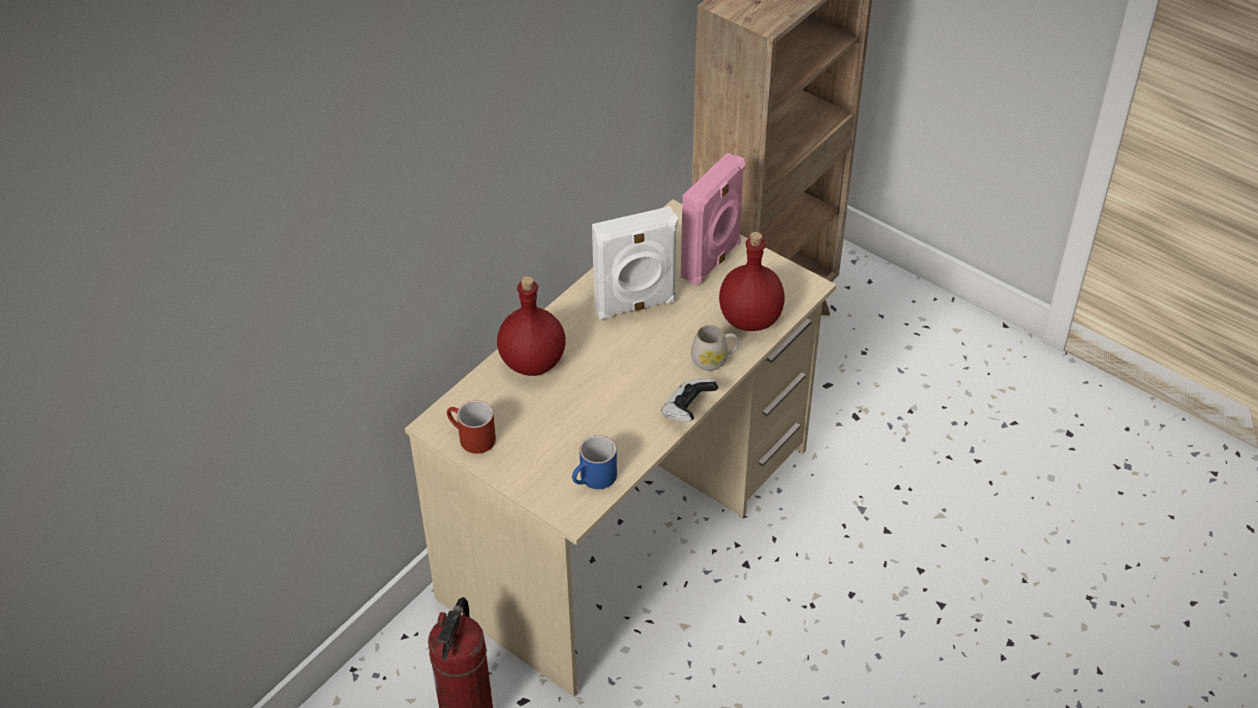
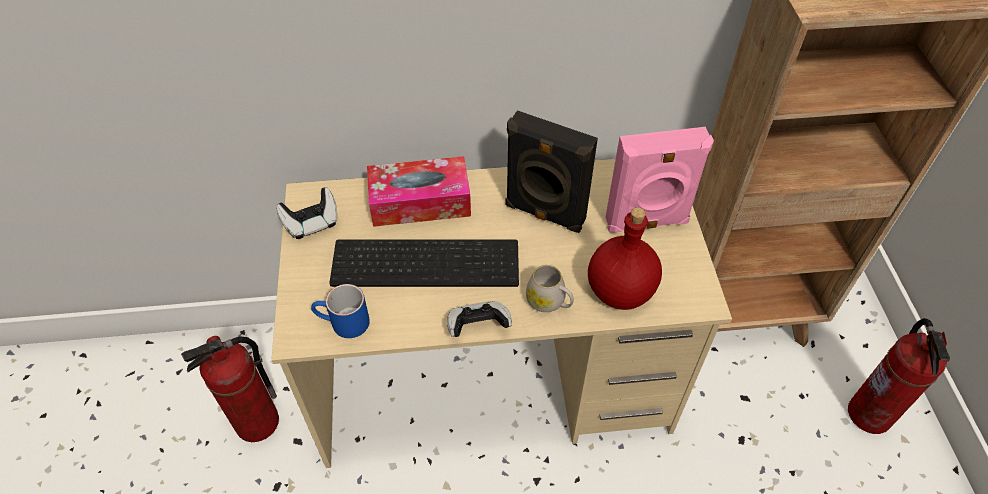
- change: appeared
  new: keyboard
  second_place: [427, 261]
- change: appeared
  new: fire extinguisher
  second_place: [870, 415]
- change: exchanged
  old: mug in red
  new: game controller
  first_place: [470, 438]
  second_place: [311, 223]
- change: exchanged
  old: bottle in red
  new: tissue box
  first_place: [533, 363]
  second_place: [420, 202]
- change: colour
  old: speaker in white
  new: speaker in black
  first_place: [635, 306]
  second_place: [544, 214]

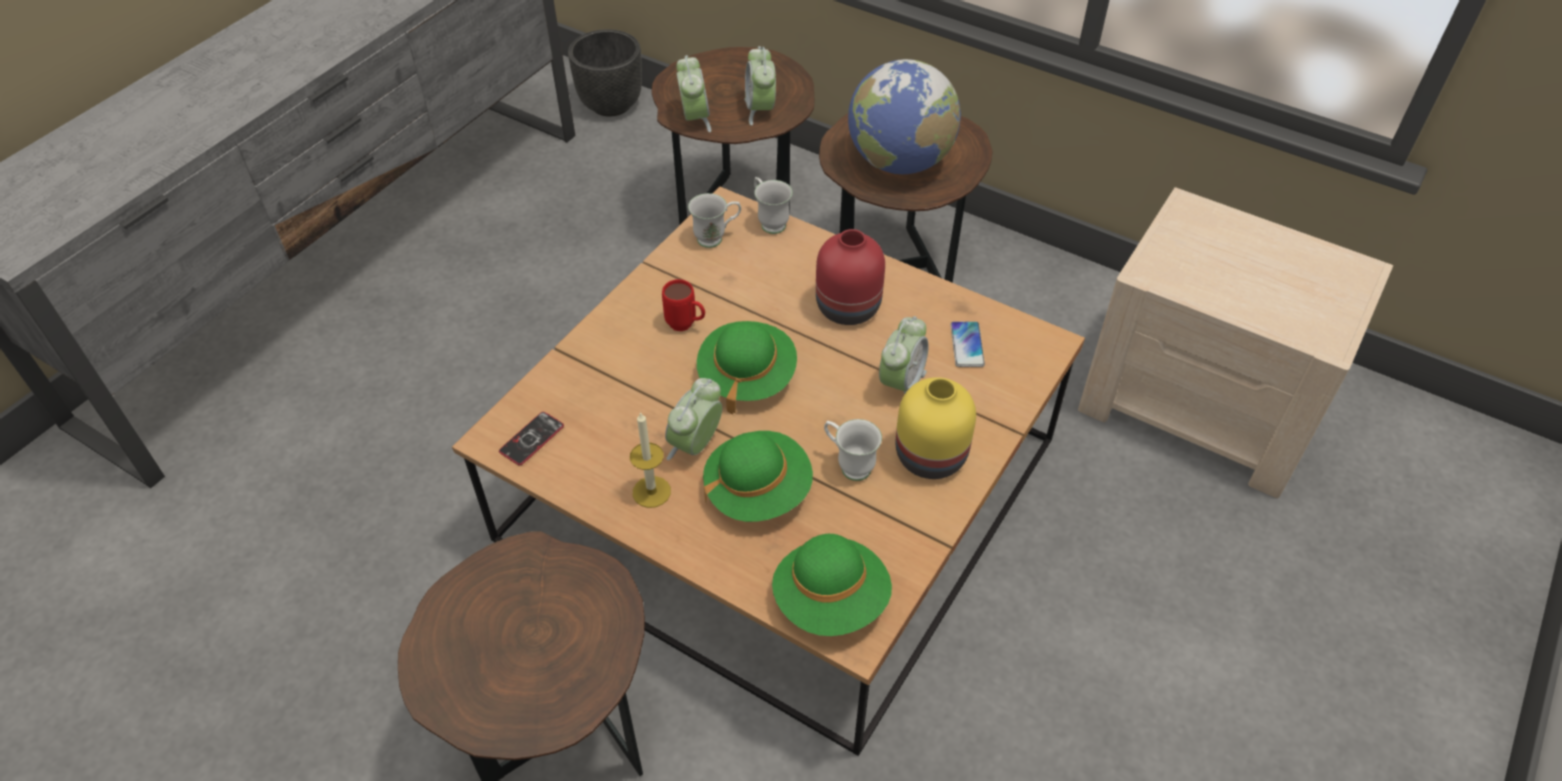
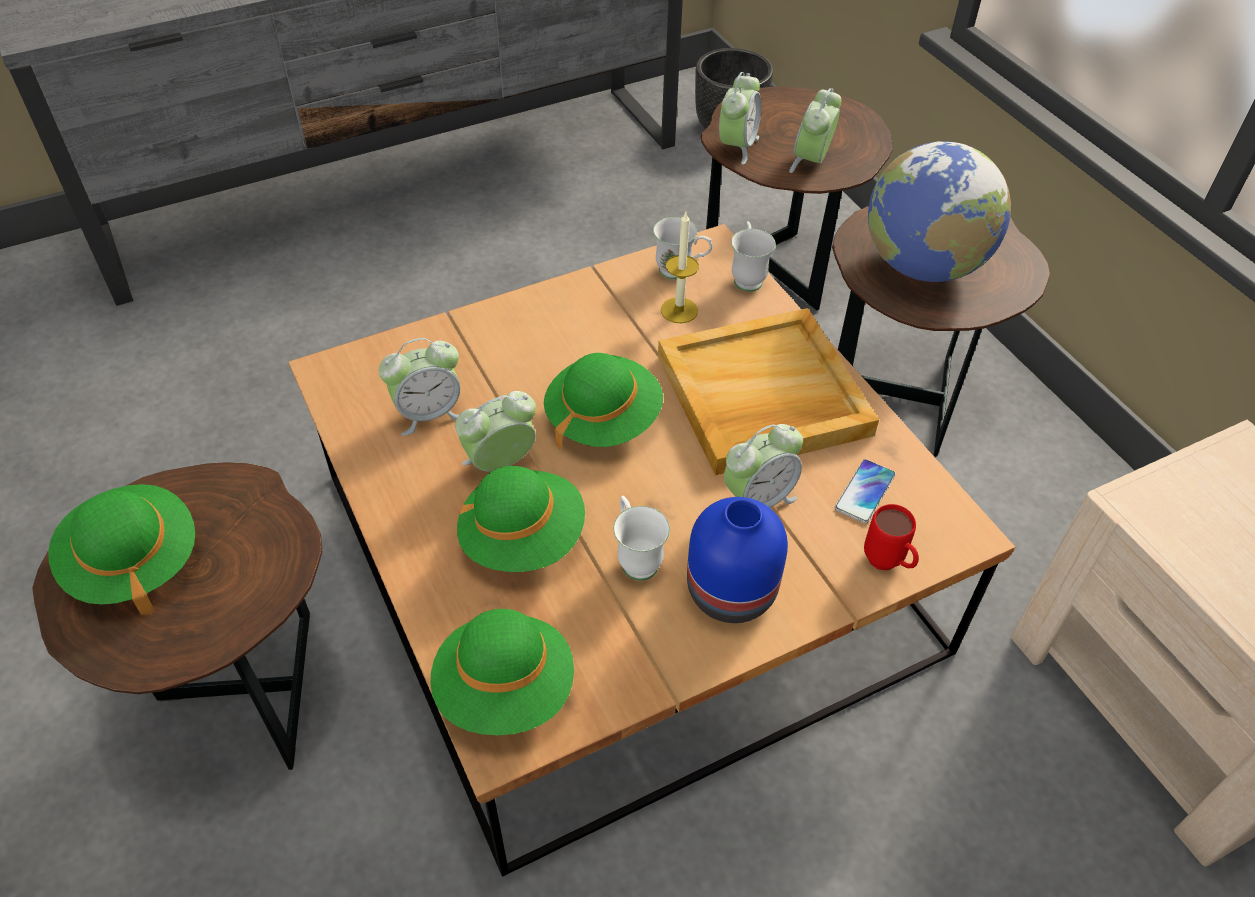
- change: missing
  old: phone
  first_place: [532, 439]
- change: appeared
  new: hat in green
  second_place: [133, 562]
- change: appeared
  new: alarm clock
  second_place: [428, 413]
- change: relocated
  old: candle
  first_place: [651, 492]
  second_place: [679, 310]
- change: relocated
  old: mug in red
  first_place: [686, 326]
  second_place: [888, 564]
- change: exchanged
  old: vase in red
  new: tray in beige
  first_place: [848, 308]
  second_place: [762, 396]
- change: colour
  old: vase in yellow
  new: vase in blue
  first_place: [932, 456]
  second_place: [733, 593]

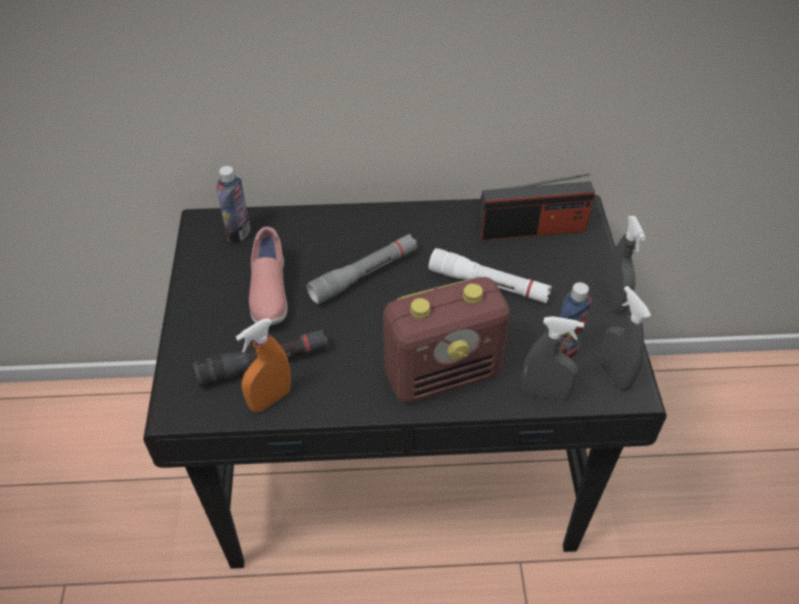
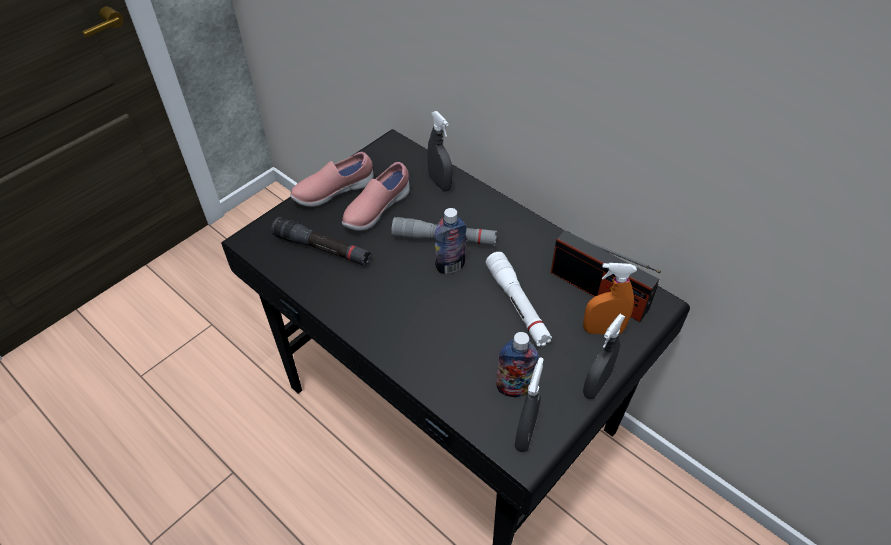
- change: missing
  old: radio
  first_place: [443, 373]
- change: appeared
  new: shoe in pink
  second_place: [333, 192]
- change: relocated
  old: bottle
  first_place: [239, 233]
  second_place: [450, 266]
- change: relocated
  old: spray bottle in orange
  first_place: [270, 399]
  second_place: [602, 330]
- change: relocated
  old: spray bottle in grey
  first_place: [544, 393]
  second_place: [440, 183]

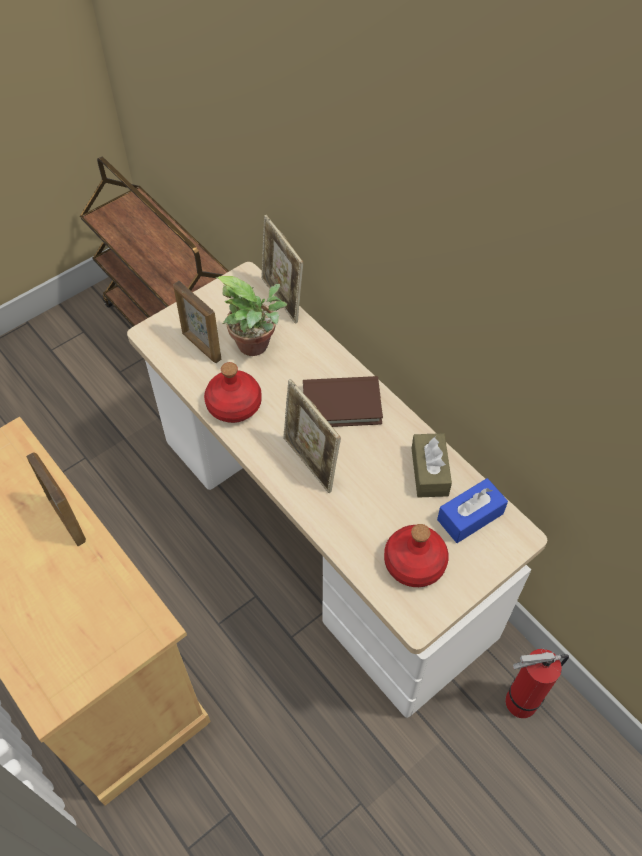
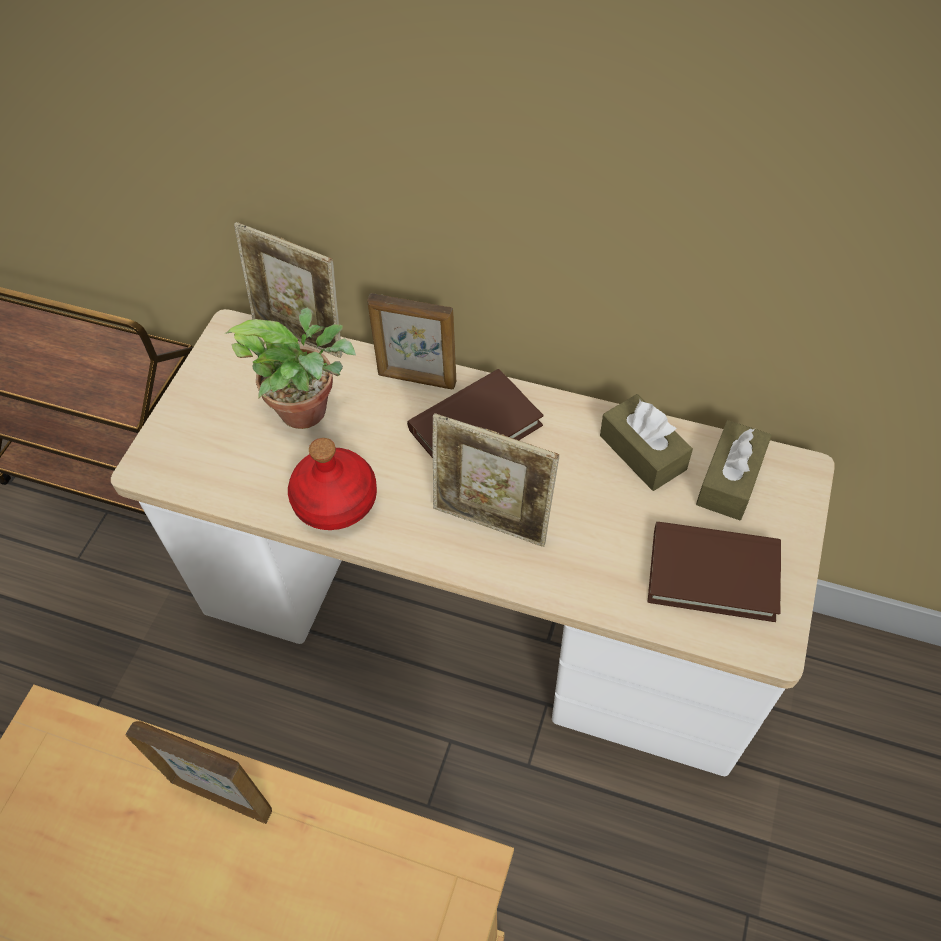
- change: missing
  old: fire extinguisher
  first_place: [517, 703]
- change: relocated
  old: picture frame
  first_place: [201, 346]
  second_place: [417, 379]
- change: exchanged
  old: bottle in red
  new: book in brown
  first_place: [414, 563]
  second_place: [713, 574]
- change: colour
  old: tissue box in blue
  new: tissue box in brown
  first_place: [470, 516]
  second_place: [730, 480]

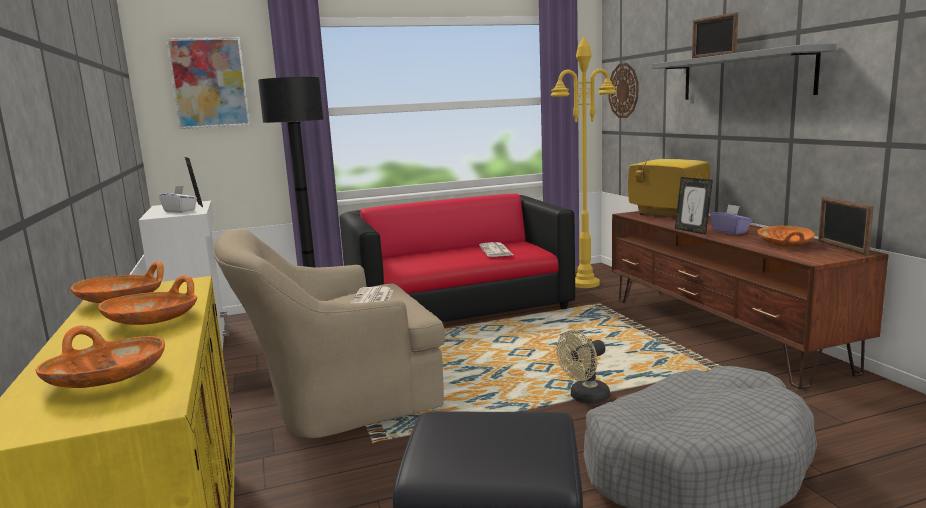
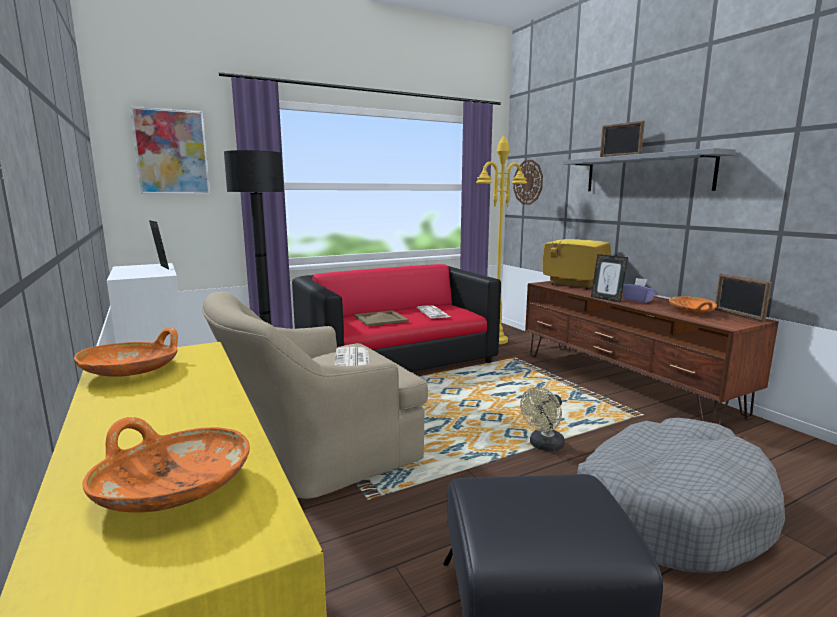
- change: missing
  old: bowl in orange
  first_place: [154, 320]
- change: missing
  old: tissue box in white
  first_place: [180, 211]
- change: appeared
  new: tray in beige
  second_place: [380, 318]

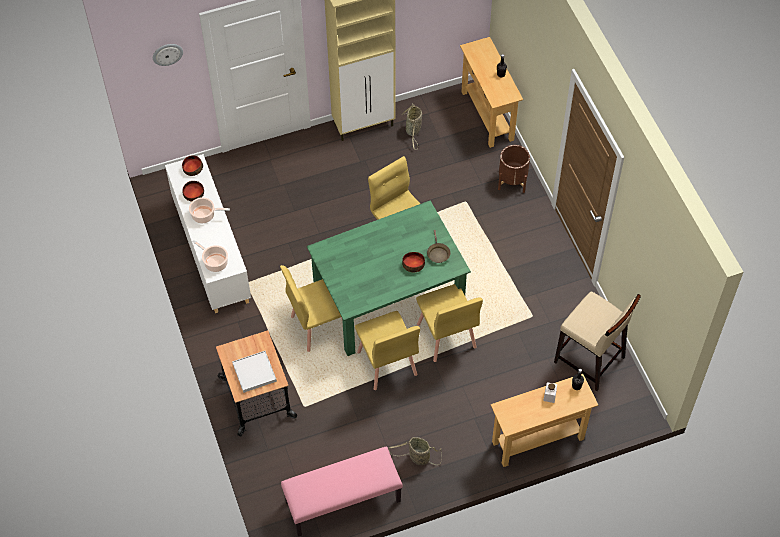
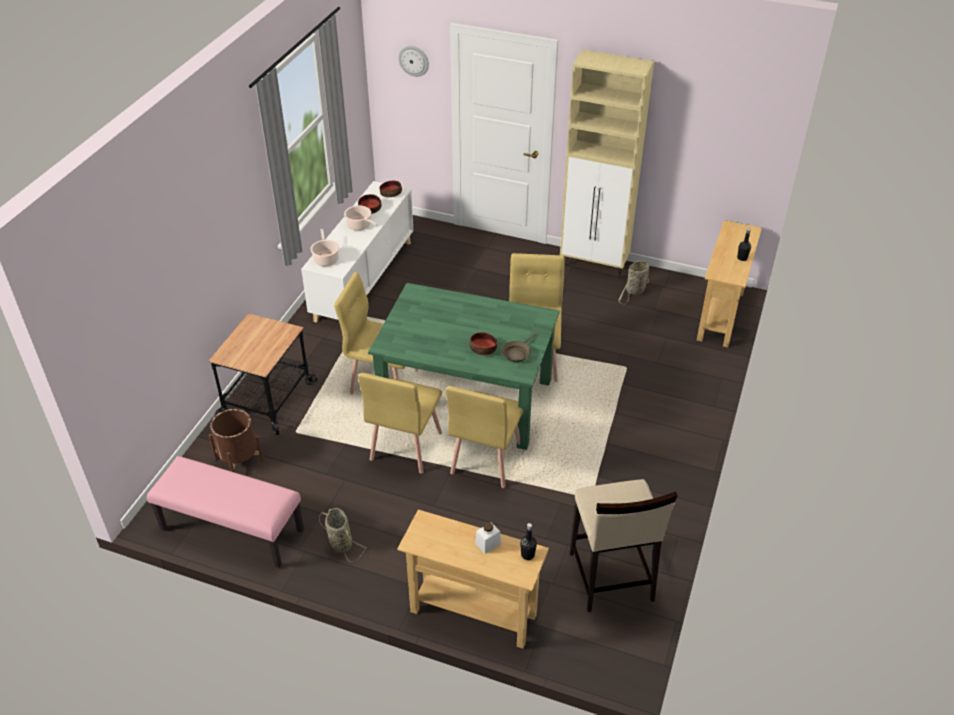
- change: missing
  old: tray in white
  first_place: [254, 372]
- change: relocated
  old: planter in brown
  first_place: [512, 180]
  second_place: [239, 460]

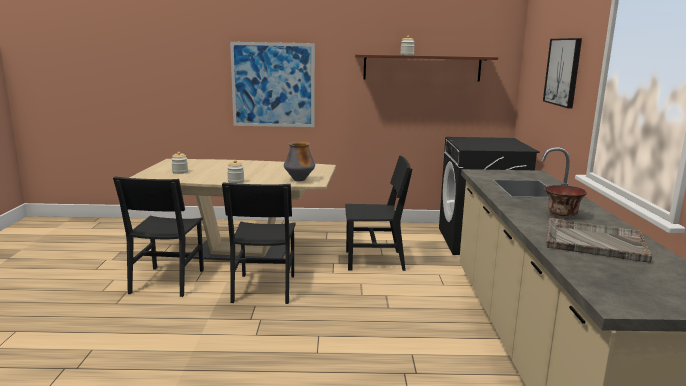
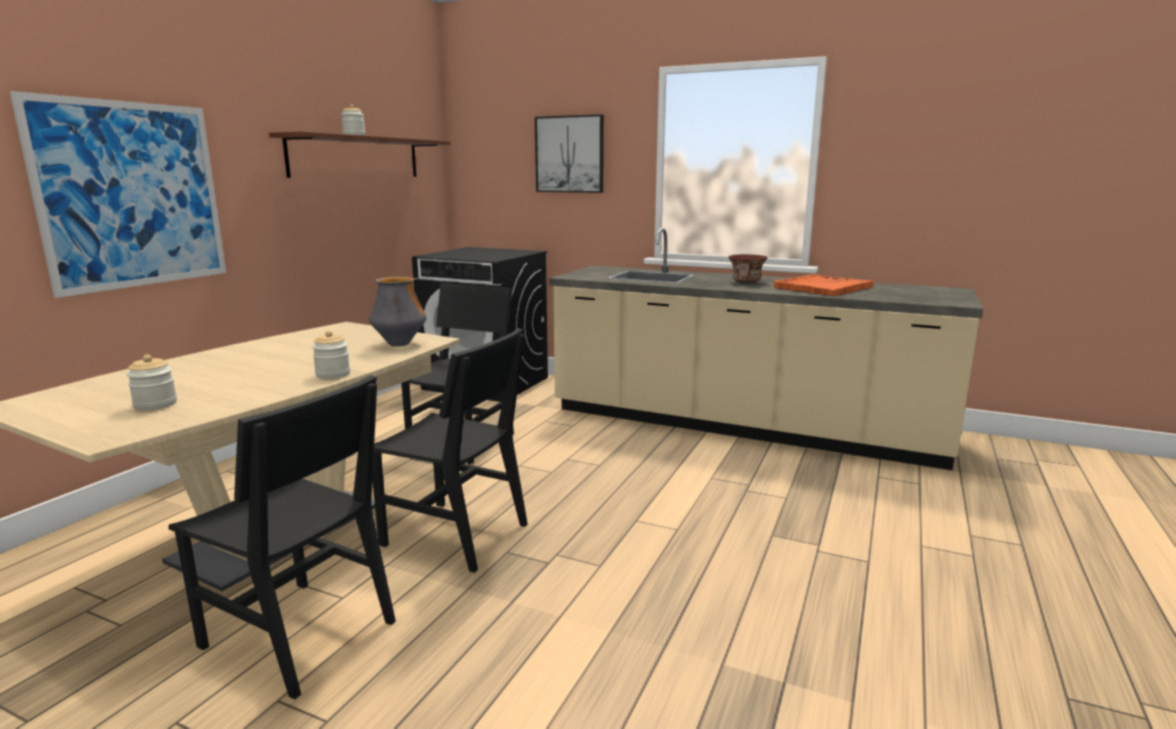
- change: colour
  old: tray in grey
  new: tray in orange
  first_place: [593, 241]
  second_place: [822, 287]

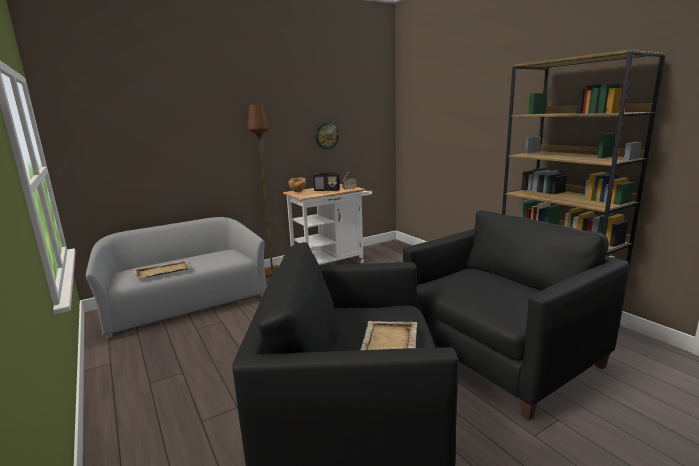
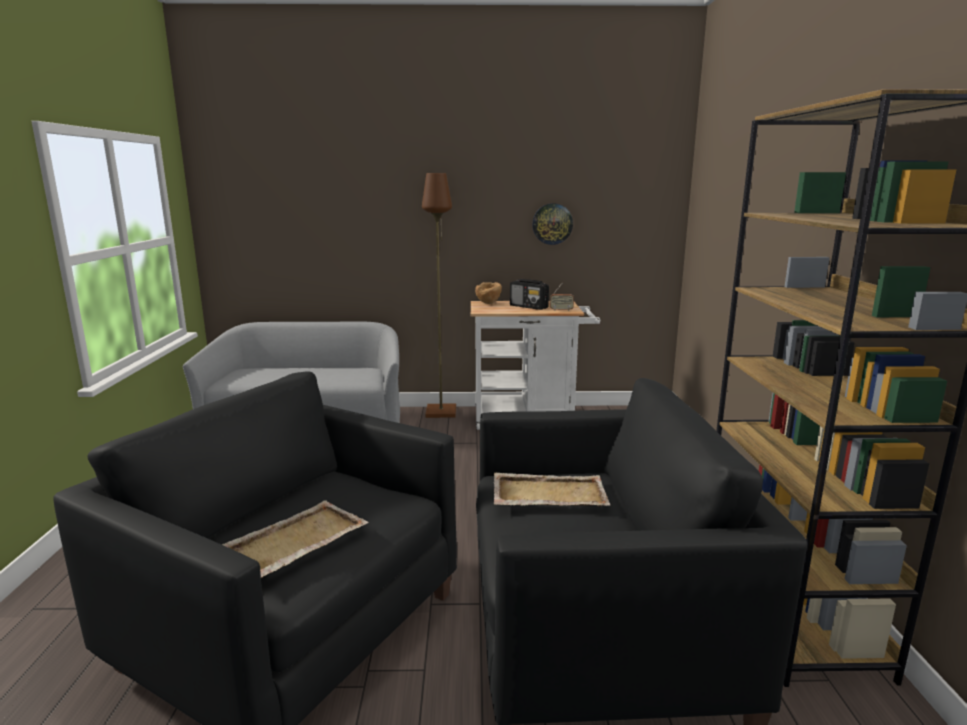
- change: relocated
  old: tray in beige
  first_place: [162, 271]
  second_place: [547, 494]

